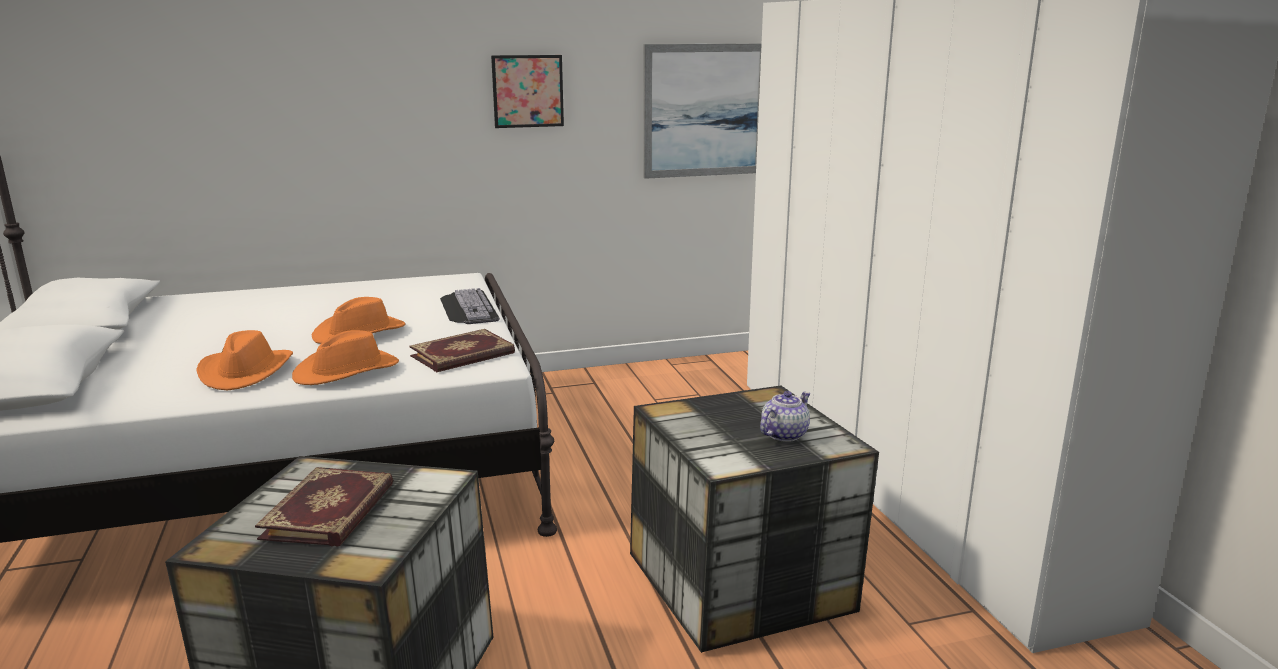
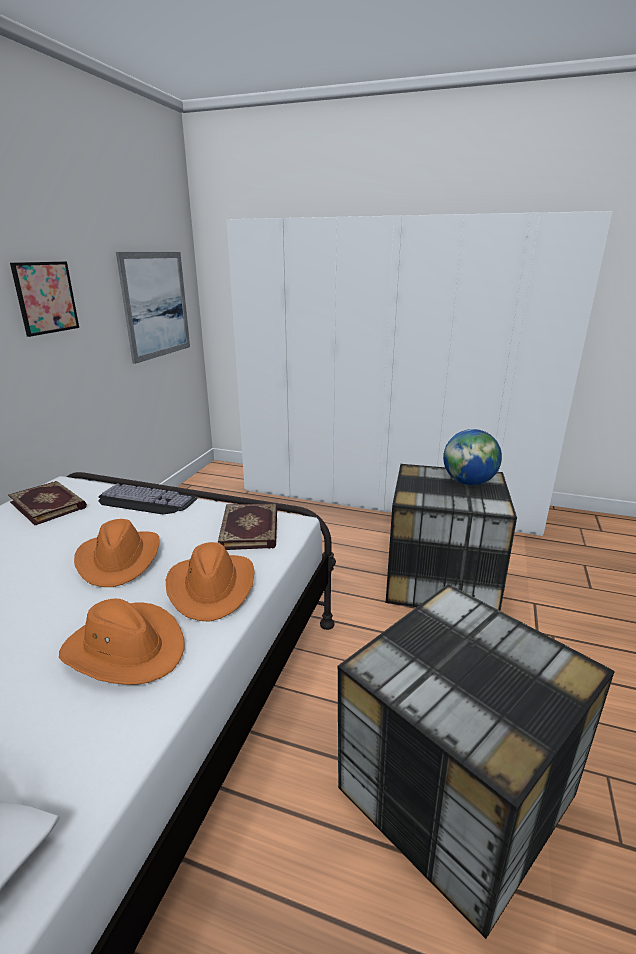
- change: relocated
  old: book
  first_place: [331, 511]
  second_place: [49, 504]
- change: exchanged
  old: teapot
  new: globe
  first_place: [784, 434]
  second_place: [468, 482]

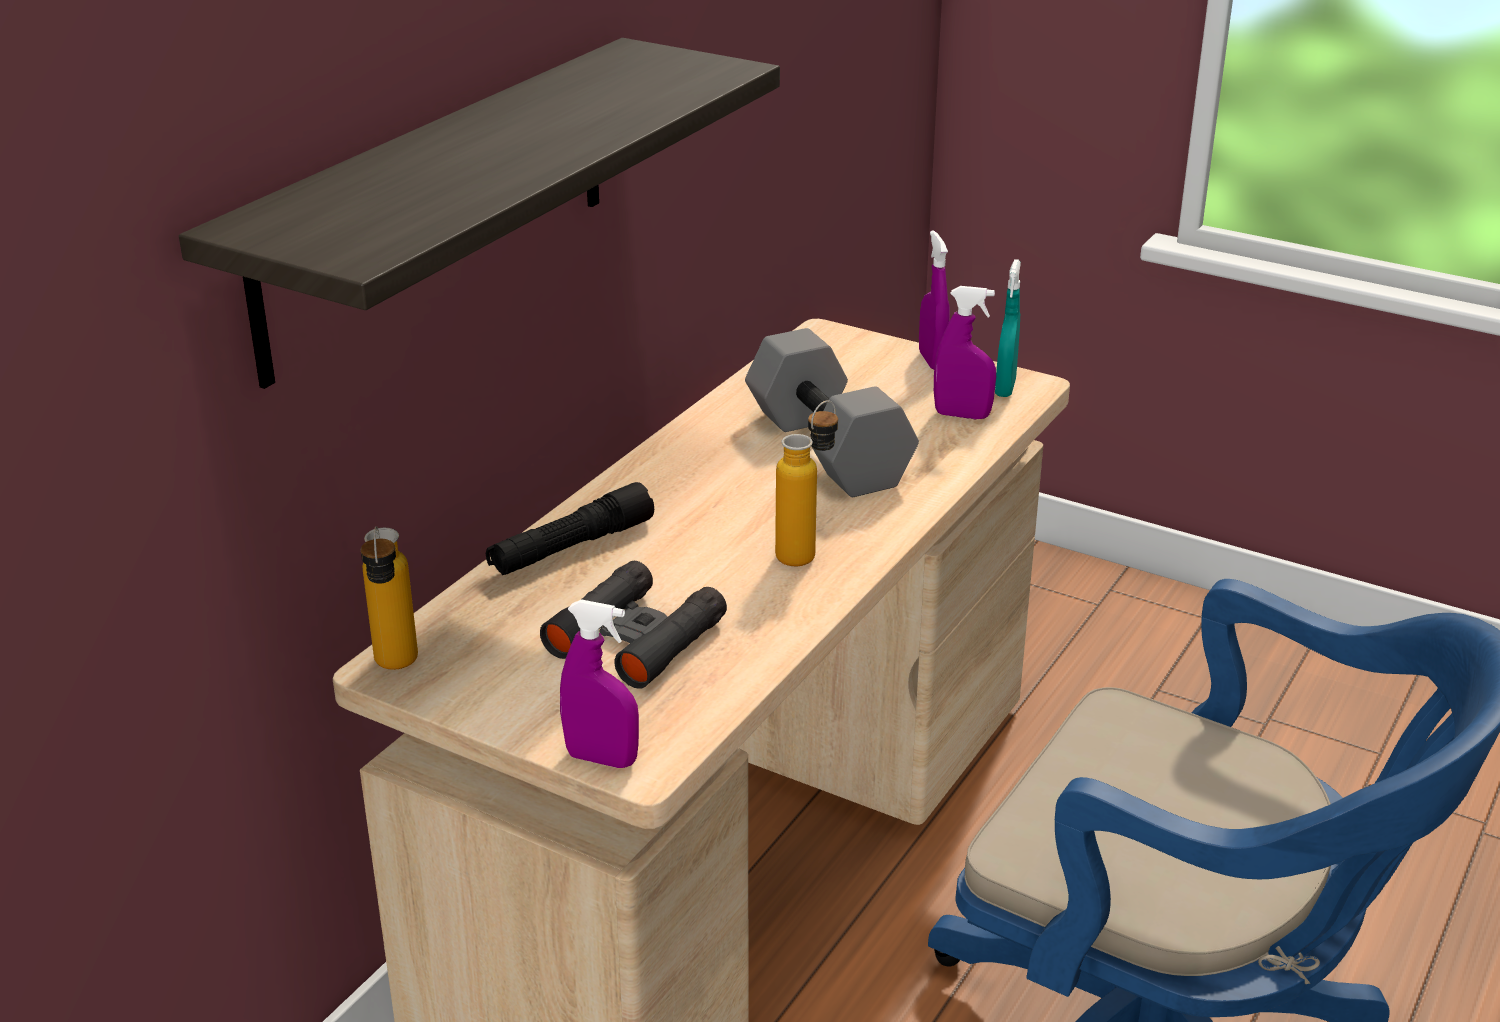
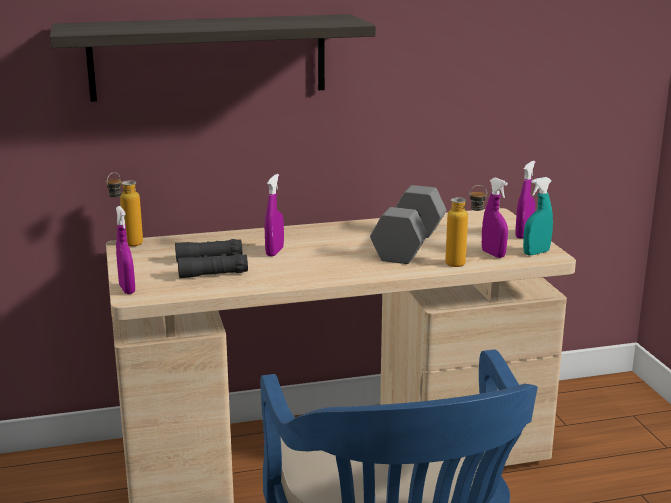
- change: missing
  old: flashlight in black
  first_place: [571, 547]
- change: appeared
  new: spray bottle in purple
  second_place: [274, 252]
- change: relocated
  old: bottle
  first_place: [806, 551]
  second_place: [464, 264]

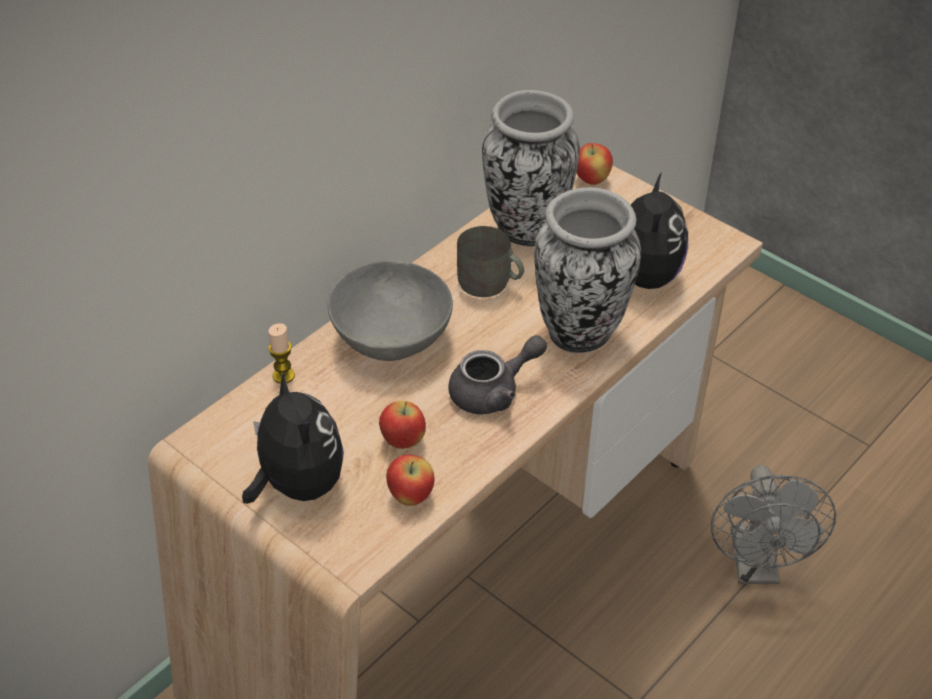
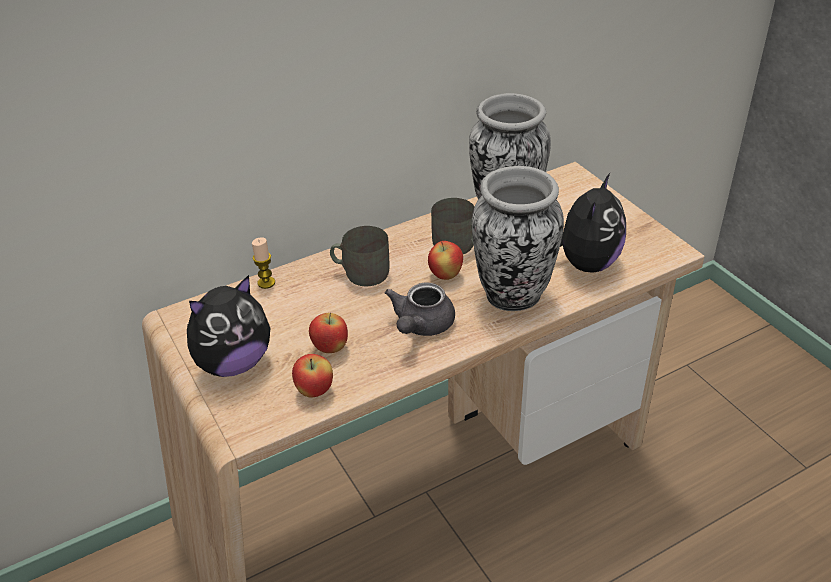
- change: missing
  old: fan in grey
  first_place: [756, 567]
- change: relocated
  old: apple
  first_place: [592, 180]
  second_place: [445, 275]
- change: exchanged
  old: bowl in grey
  new: mug in grey
  first_place: [392, 339]
  second_place: [361, 272]
- change: spun
  old: plush toy
  first_place: [297, 485]
  second_place: [233, 363]
  degrees: 60
- change: spun
  old: teapot in grey
  first_place: [493, 392]
  second_place: [421, 326]
  degrees: 120

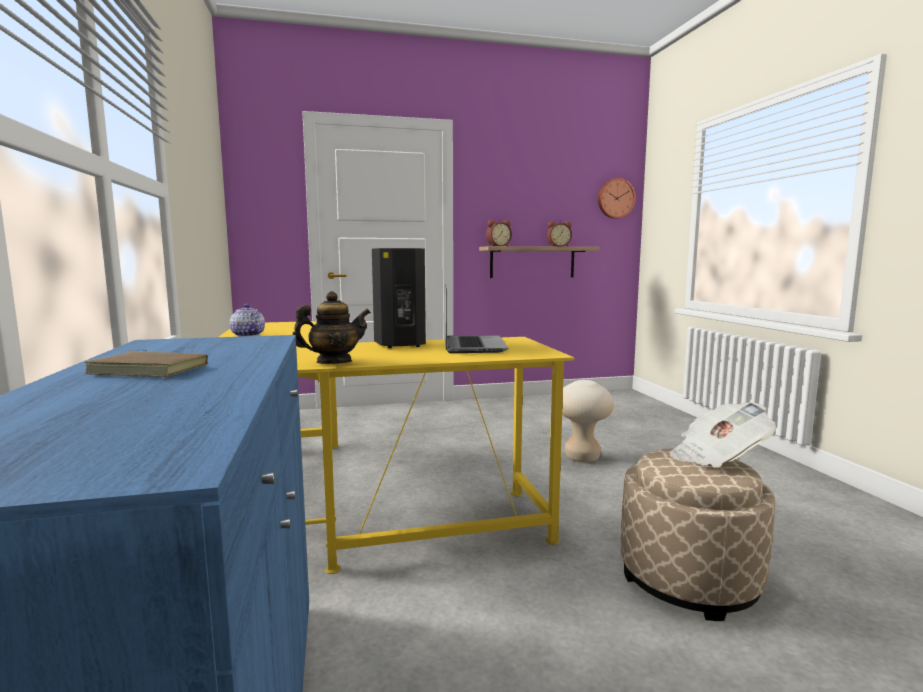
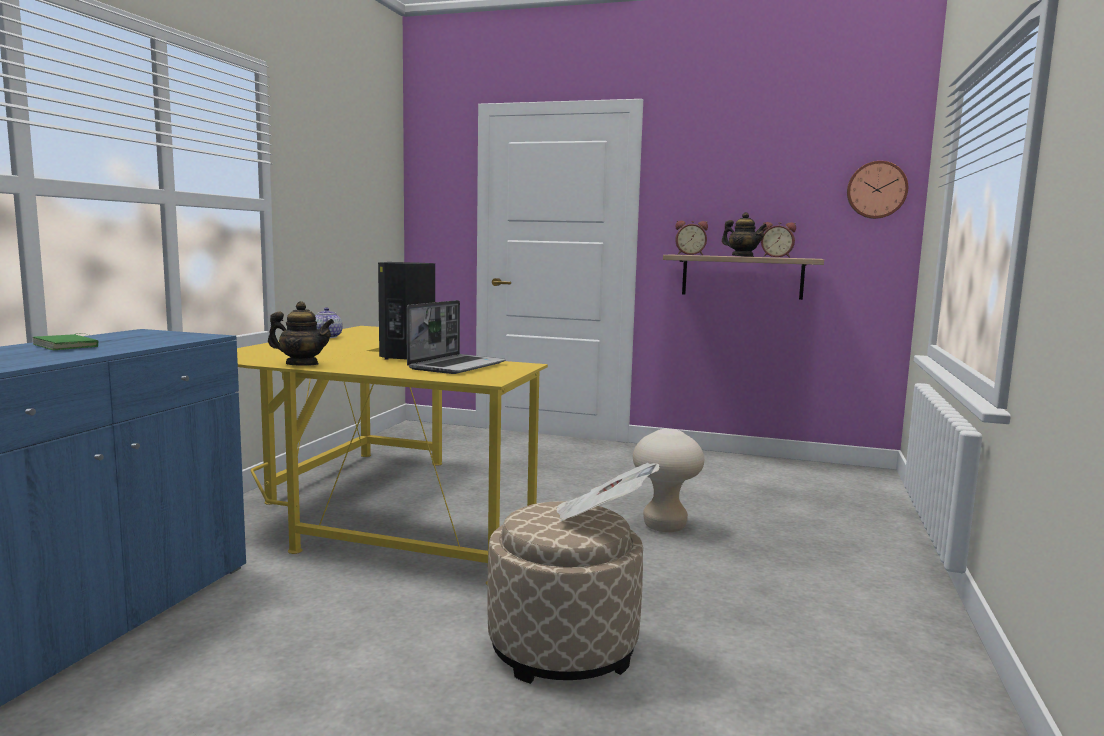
- change: appeared
  new: teapot
  second_place: [742, 256]
- change: colour
  old: book in brown
  new: book in green
  first_place: [152, 369]
  second_place: [68, 346]

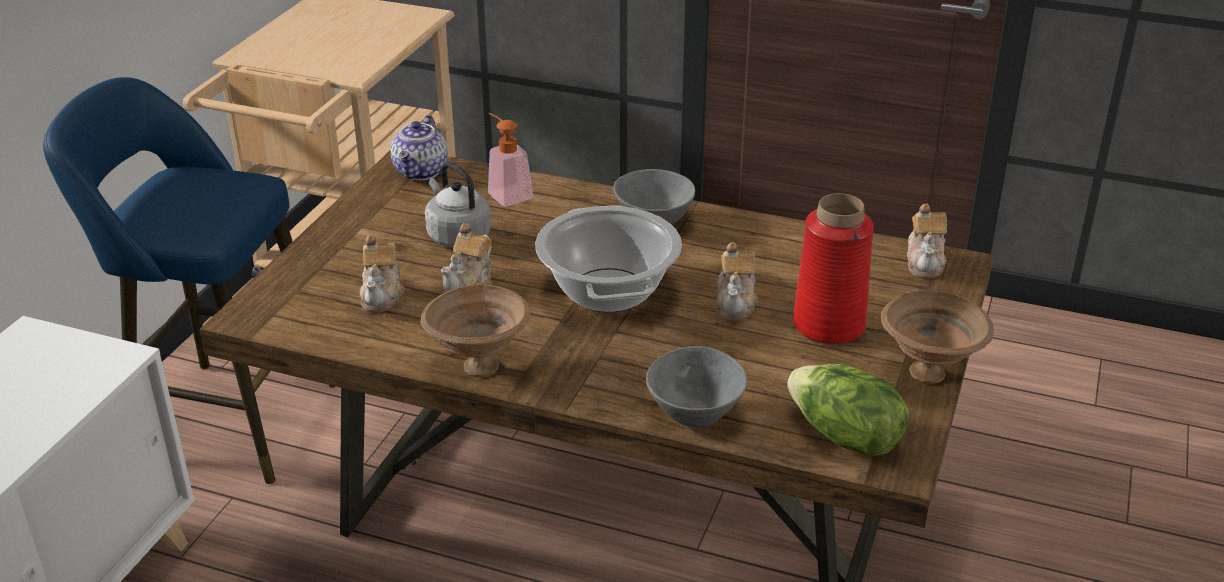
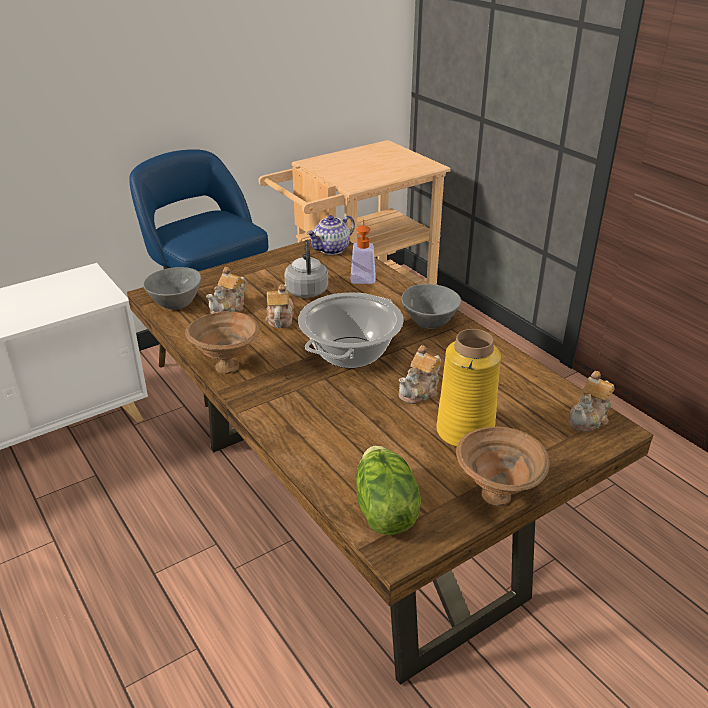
- change: relocated
  old: bowl in grey
  first_place: [692, 414]
  second_place: [175, 303]
- change: colour
  old: vase in red
  new: vase in yellow
  first_place: [829, 324]
  second_place: [465, 431]
- change: spun
  old: teapot
  first_place: [469, 283]
  second_place: [280, 319]
  degrees: 120

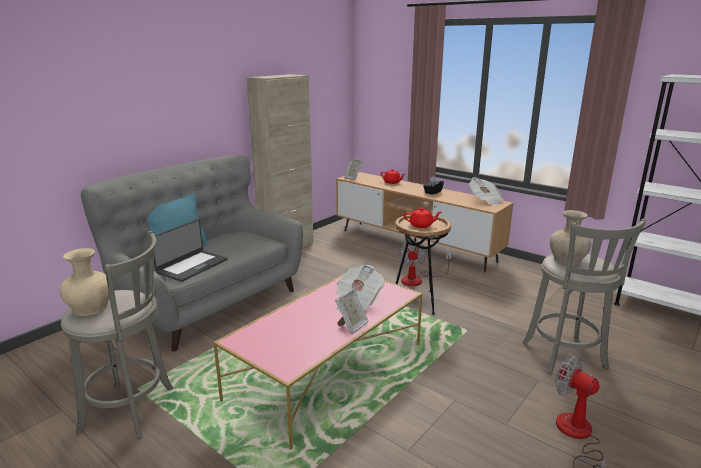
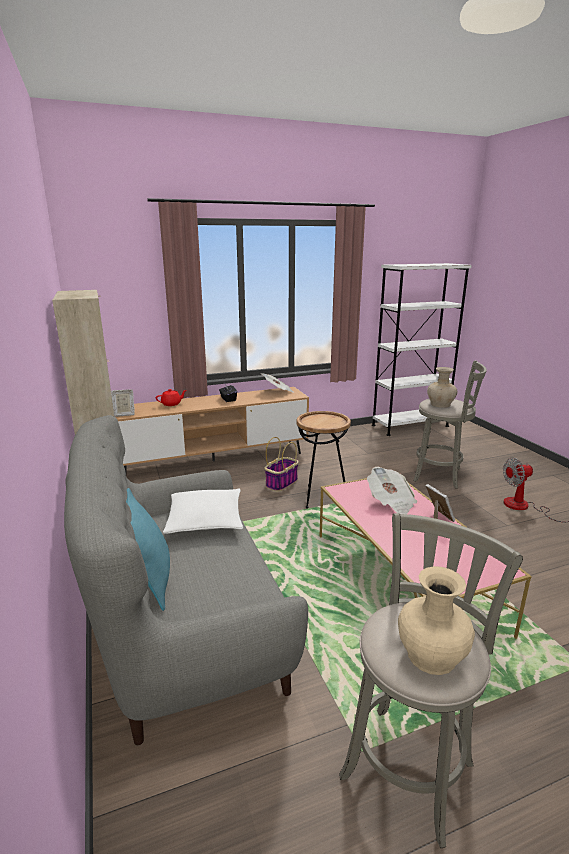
- change: missing
  old: laptop
  first_place: [191, 266]
- change: missing
  old: teapot in red
  first_place: [421, 225]
- change: appeared
  new: pillow in white
  second_place: [205, 519]
- change: exchanged
  old: fan
  new: basket
  first_place: [418, 279]
  second_place: [281, 483]

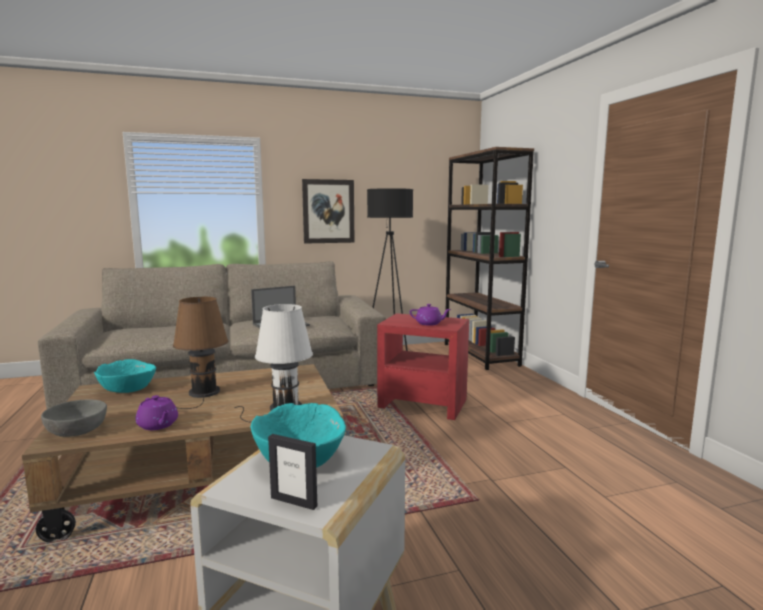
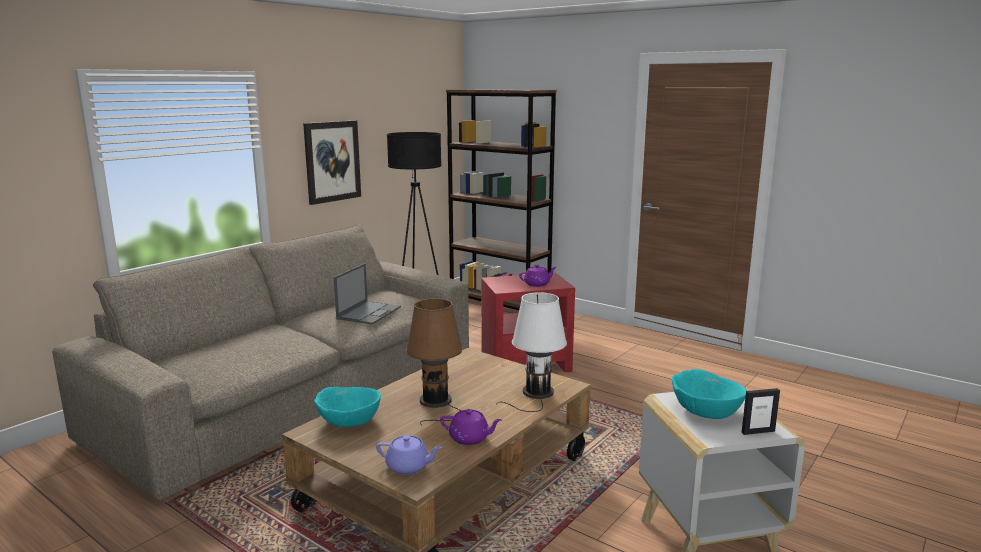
- change: exchanged
  old: bowl in grey
  new: teapot in purple
  first_place: [77, 430]
  second_place: [409, 467]

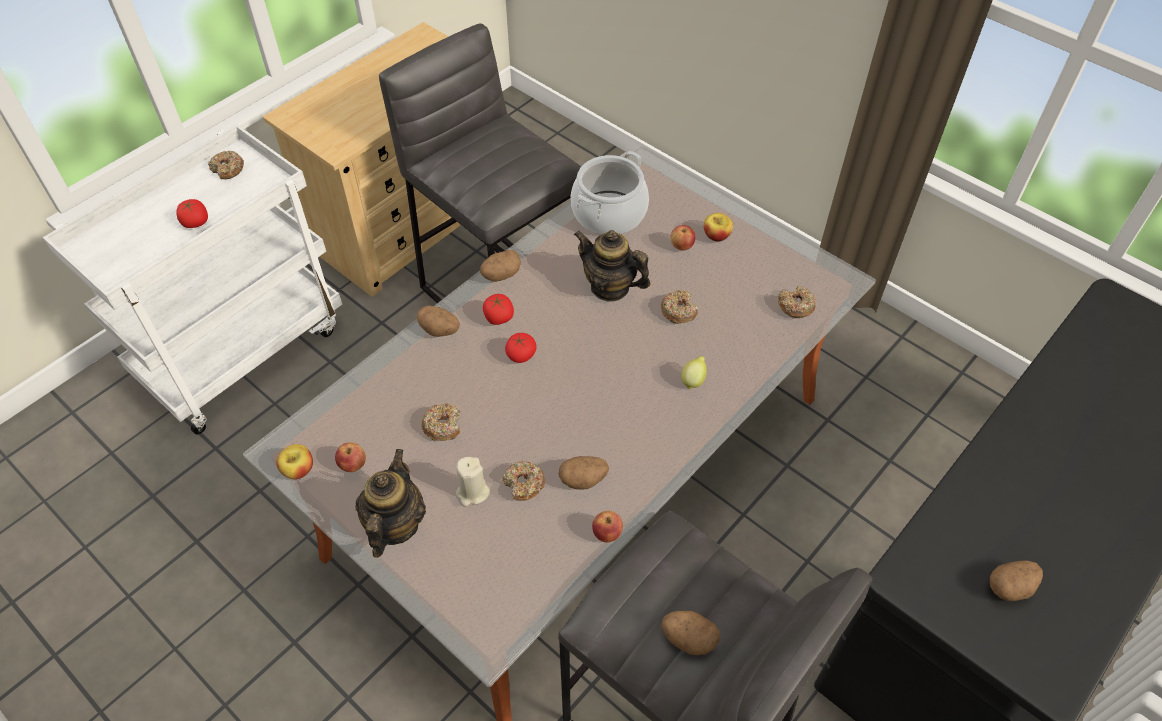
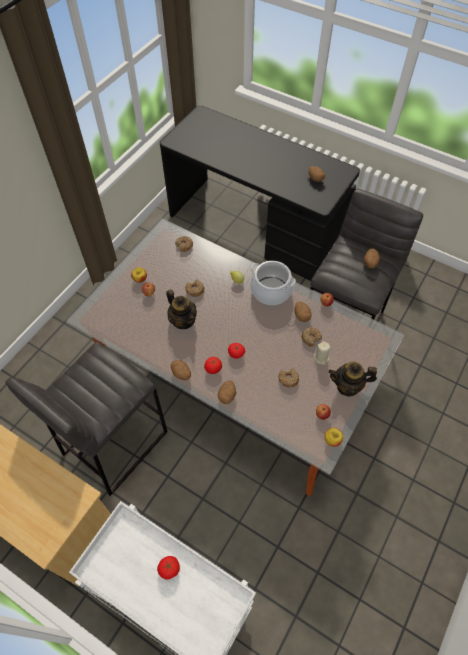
- change: missing
  old: donut
  first_place: [228, 169]
- change: relocated
  old: cooking pot
  first_place: [609, 213]
  second_place: [271, 290]
- change: spun
  old: teapot
  first_place: [610, 287]
  second_place: [183, 321]
  degrees: -60

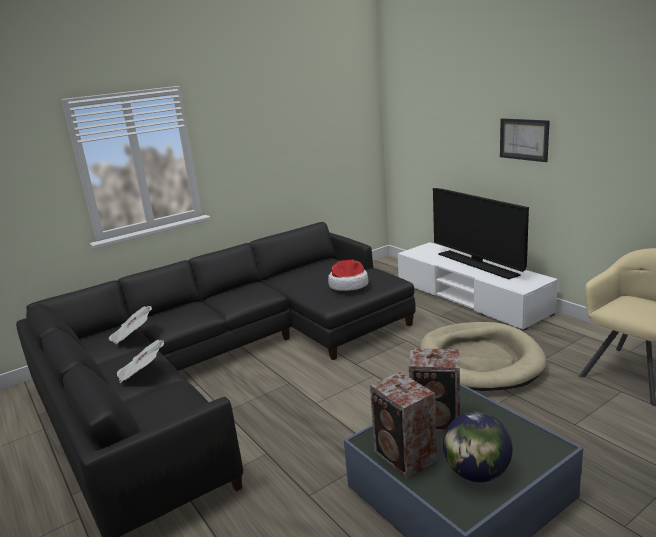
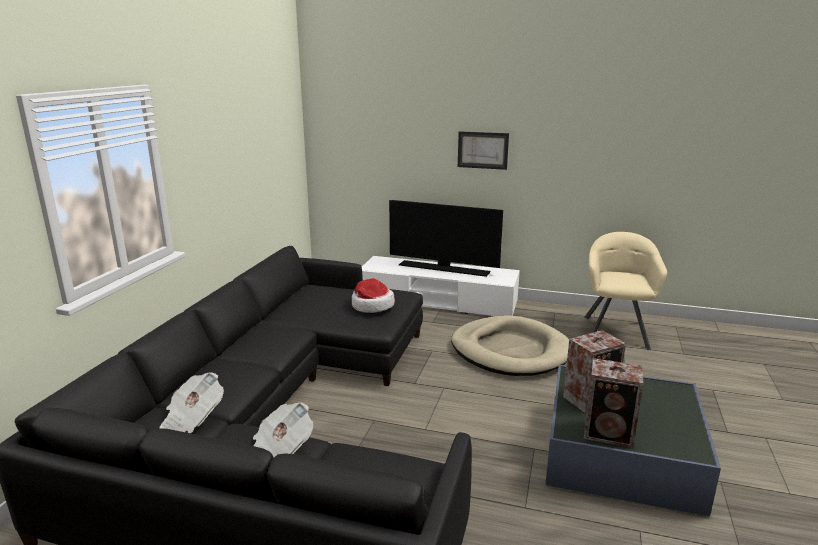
- change: missing
  old: globe
  first_place: [477, 473]

